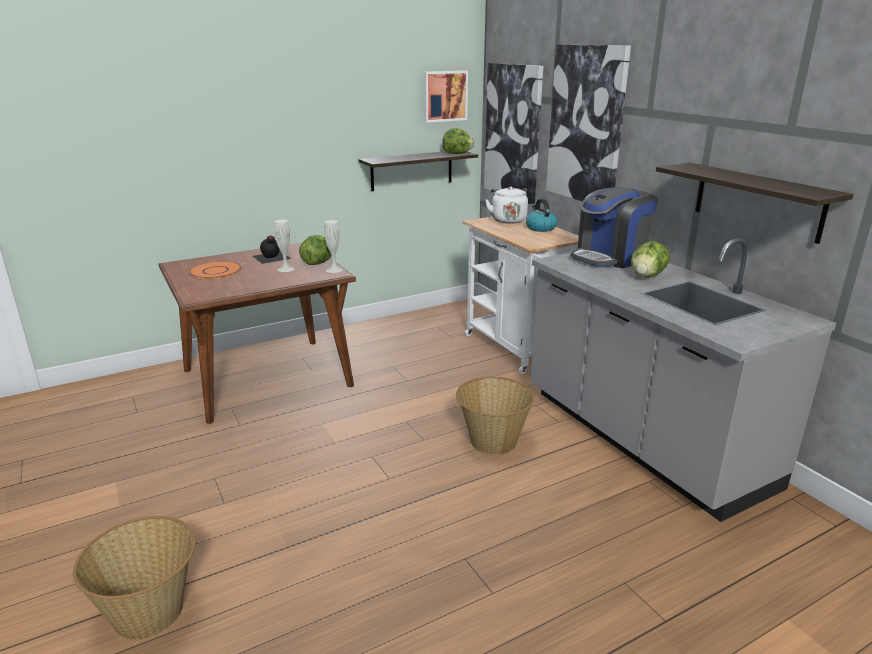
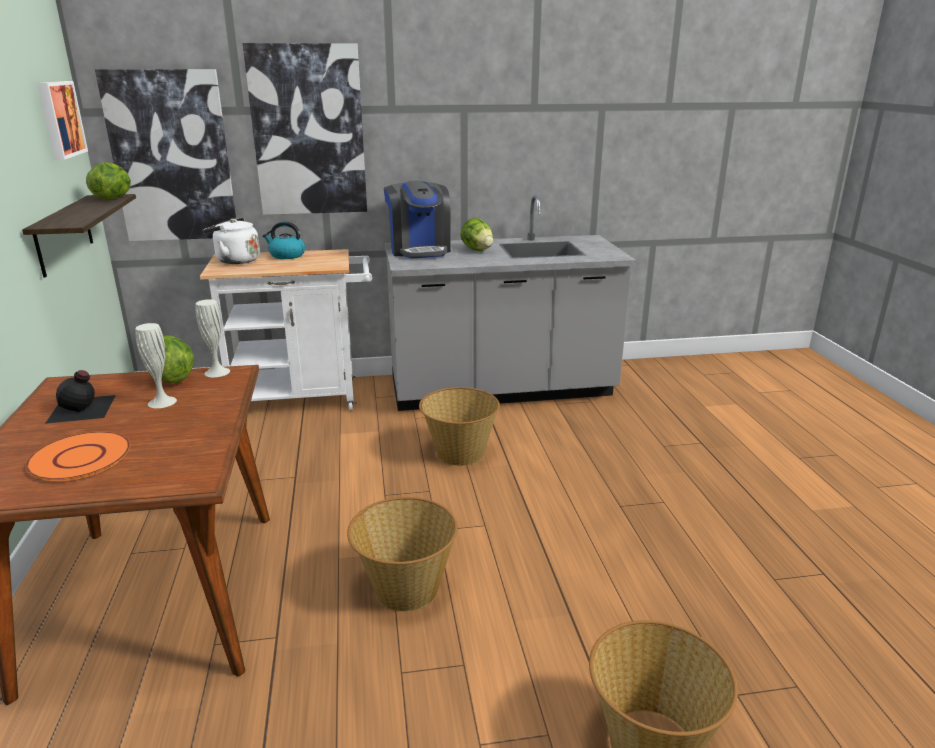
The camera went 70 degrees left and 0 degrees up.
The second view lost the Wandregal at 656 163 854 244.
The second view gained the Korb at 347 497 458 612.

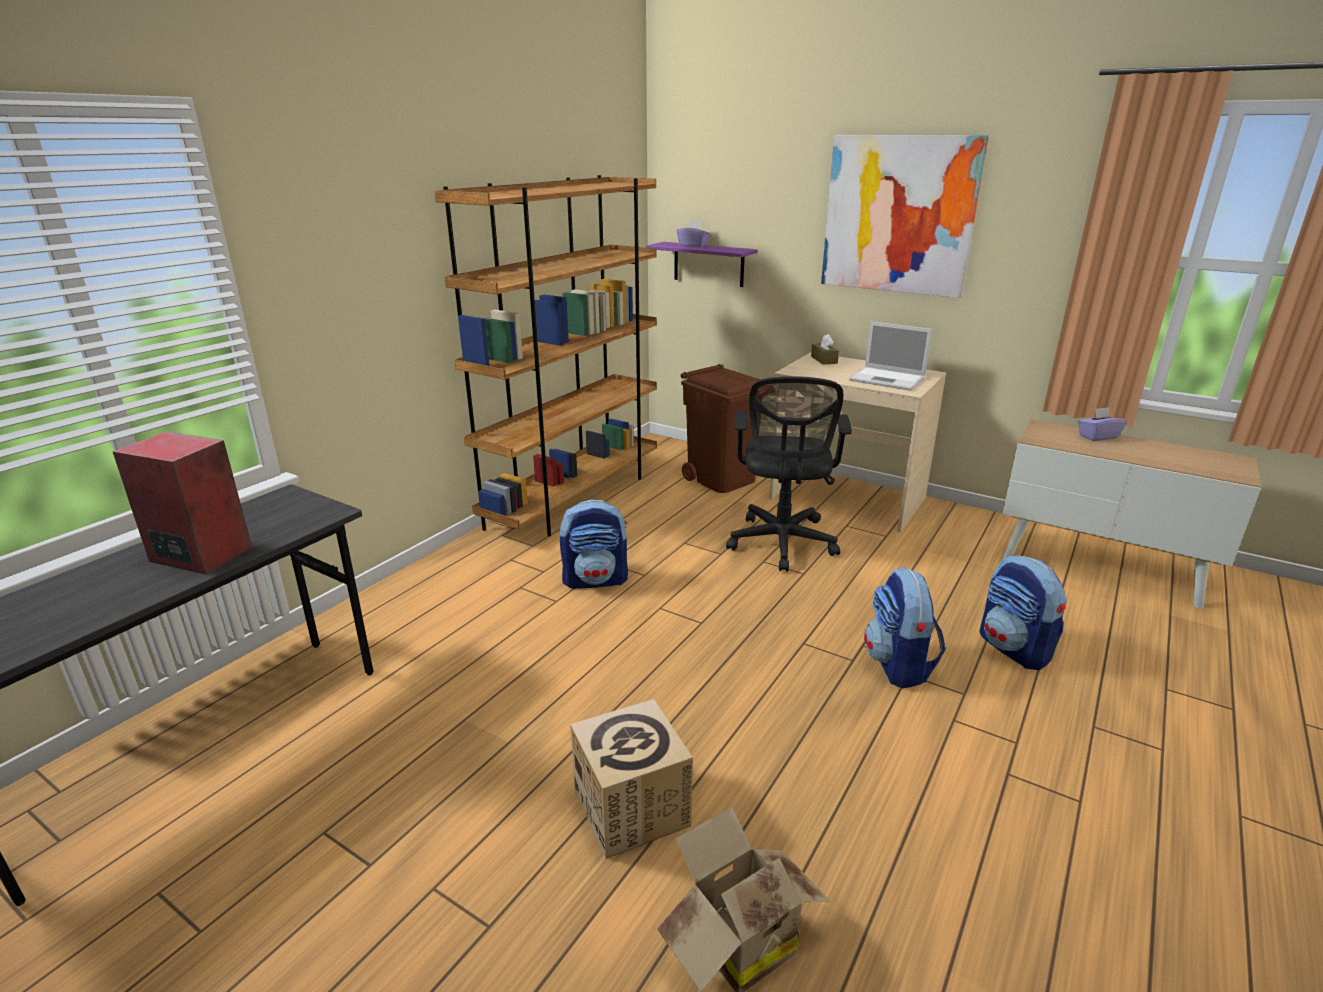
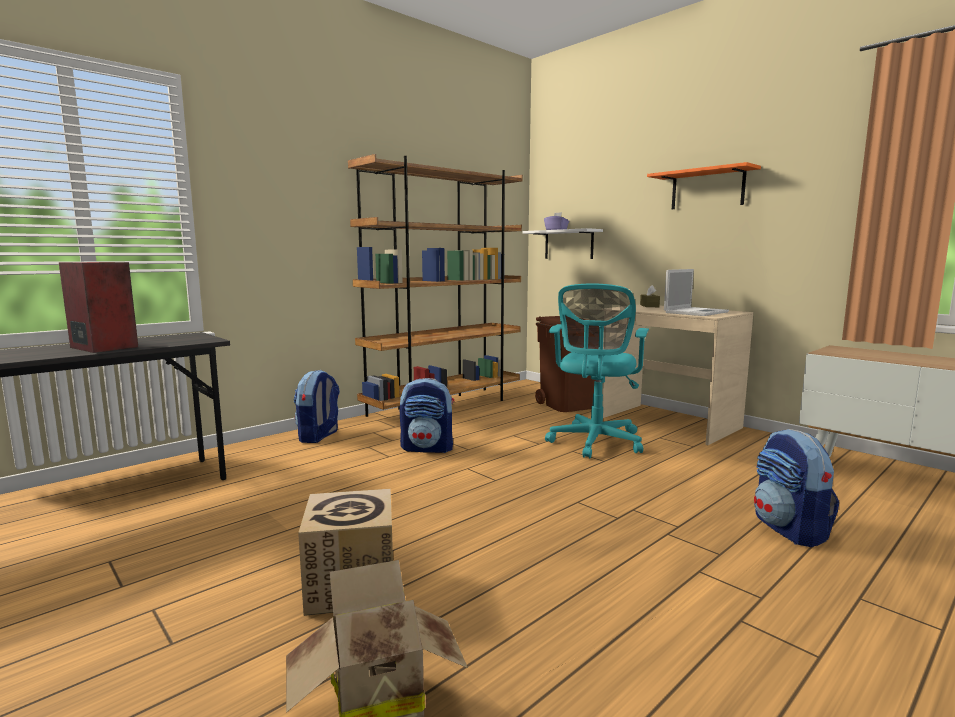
The camera went 15 degrees right and 15 degrees down.
What was the Wandregal [lila] at 646 242 758 287 turned into the Wandregal [weiß] at 522 228 603 259.
What was the Bürostuhl [schwarz] at 726 376 852 572 turned into the Bürostuhl [türkis] at 545 283 649 458.
Where the Bild hung at 821 135 989 298, the Wandregal [orange] came to hang at 647 162 761 209.
The Laptop at 849 322 932 391 ended up facing another way, 90 degrees counterclockwise from before.
The Rucksack ended up elsewhere, having gone from 864 567 946 688 to 293 370 340 443.
The second view lost the Taschentuchbox [lila] at 1078 407 1127 441.

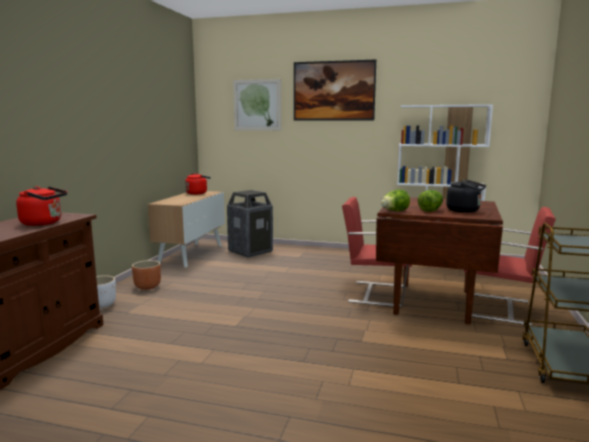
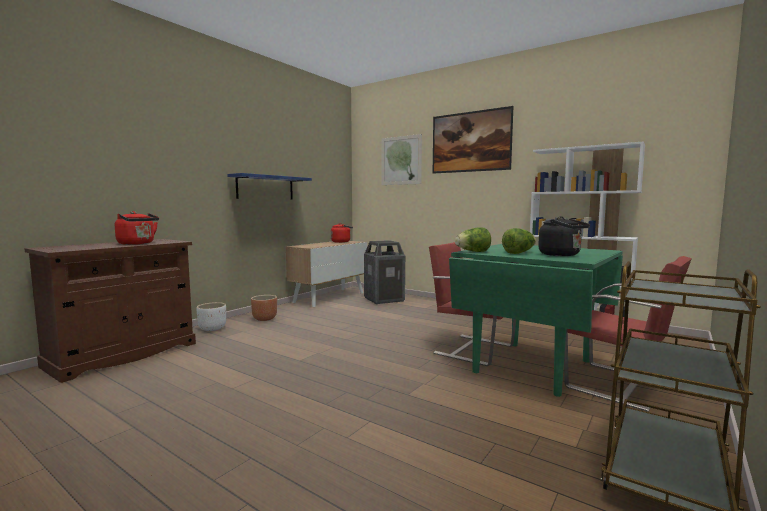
The camera went 20 degrees right and 5 degrees down.
What was the Esstisch [braun] at 376 197 503 324 turned into the Esstisch [grün] at 449 244 623 397.
The second view gained the Wandregal [blau] at 227 173 312 200.

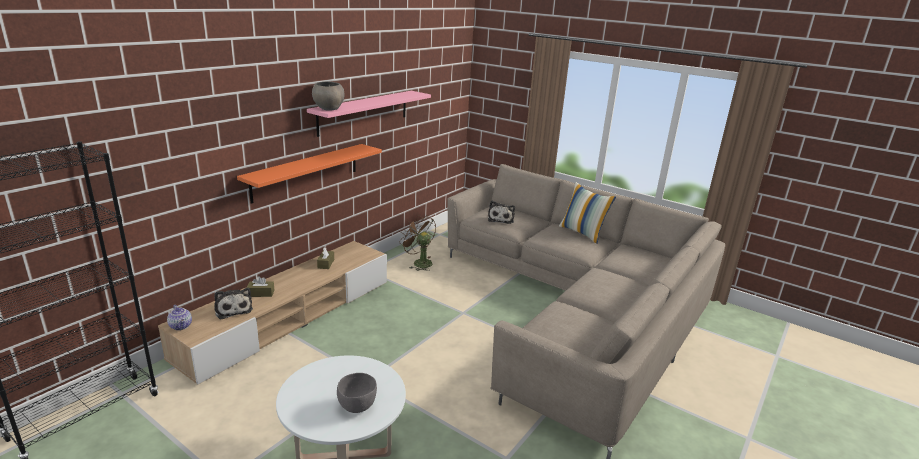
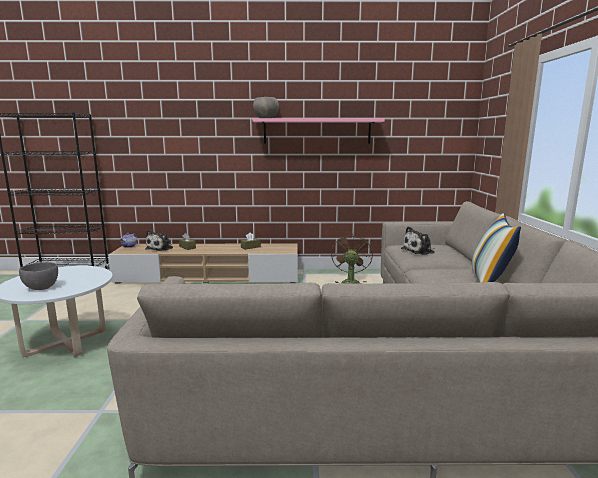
The camera went 55 degrees right and 10 degrees down.
The second view lost the Wandregal [orange] at 237 144 382 204.

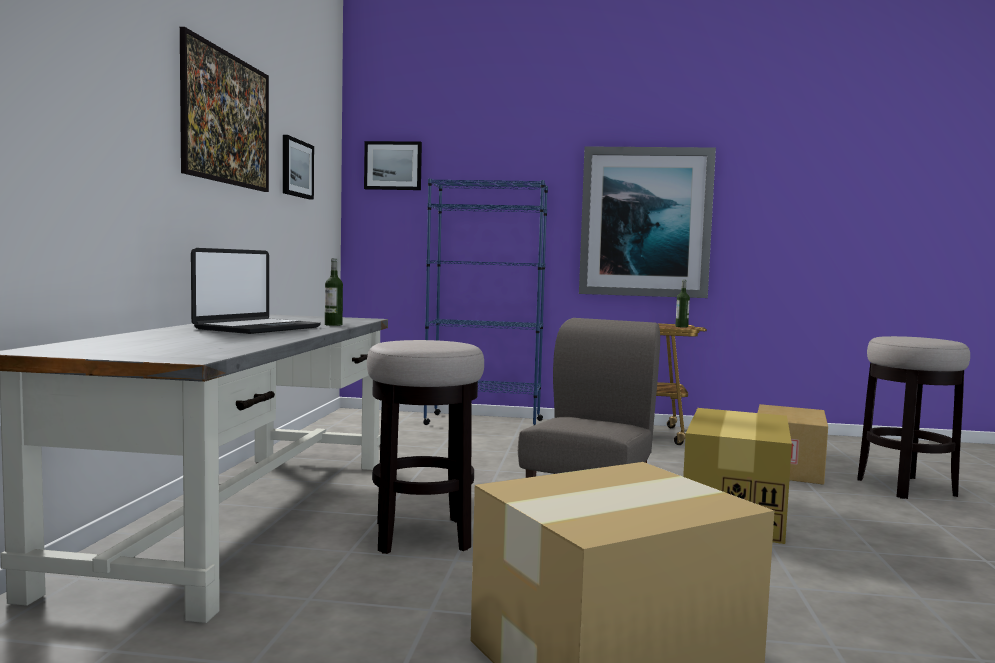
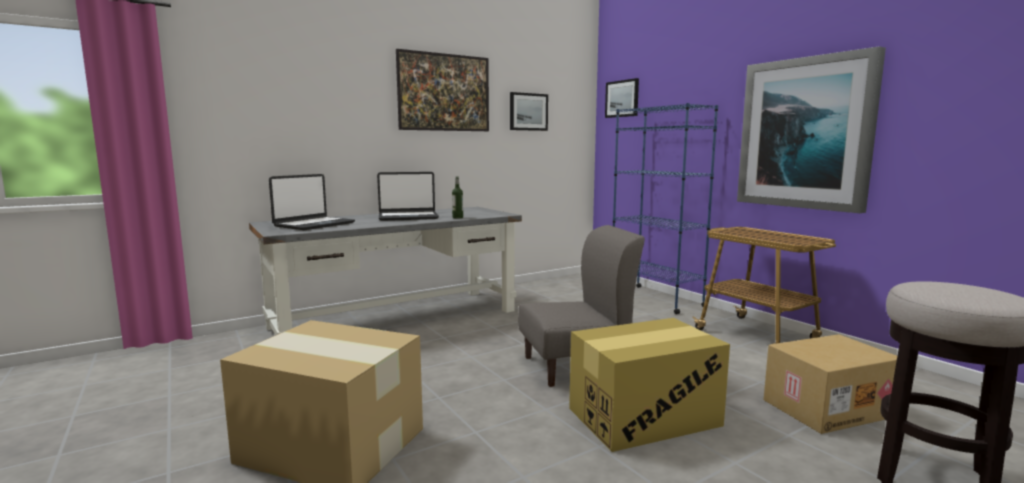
The camera went 50 degrees right and 5 degrees up.
The second view lost the Hocker at 367 340 484 554.
The second view lost the Flasche at 675 280 690 328.
The second view gained the Laptop at 269 174 355 230.

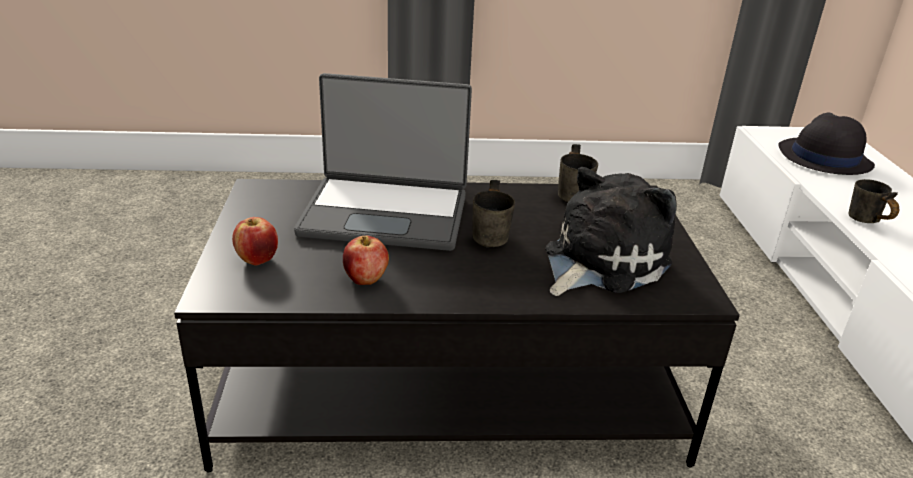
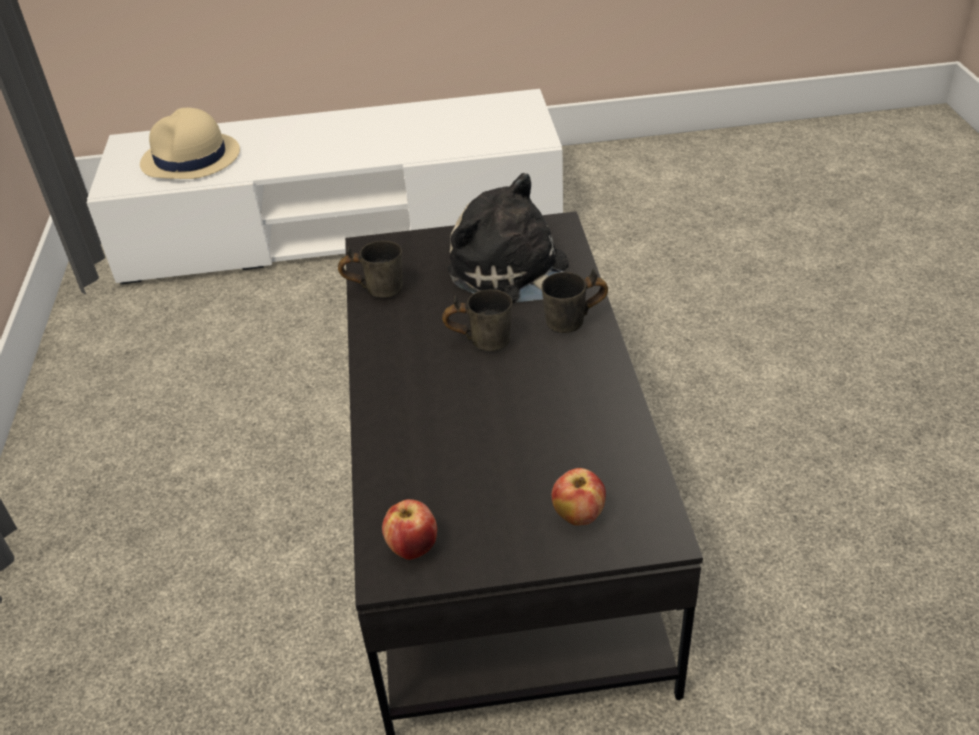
The camera went 90 degrees left and 10 degrees up.
The second view lost the Laptop at 294 73 472 251.
The Apfel ended up elsewhere, having gone from 343 236 389 285 to 382 499 437 560.
What was the Hut [schwarz] at 778 113 875 175 turned into the Hut [beige] at 140 108 240 179.
The Henkelbecher [grau] ended up elsewhere, having gone from 848 179 899 223 to 541 269 608 333.

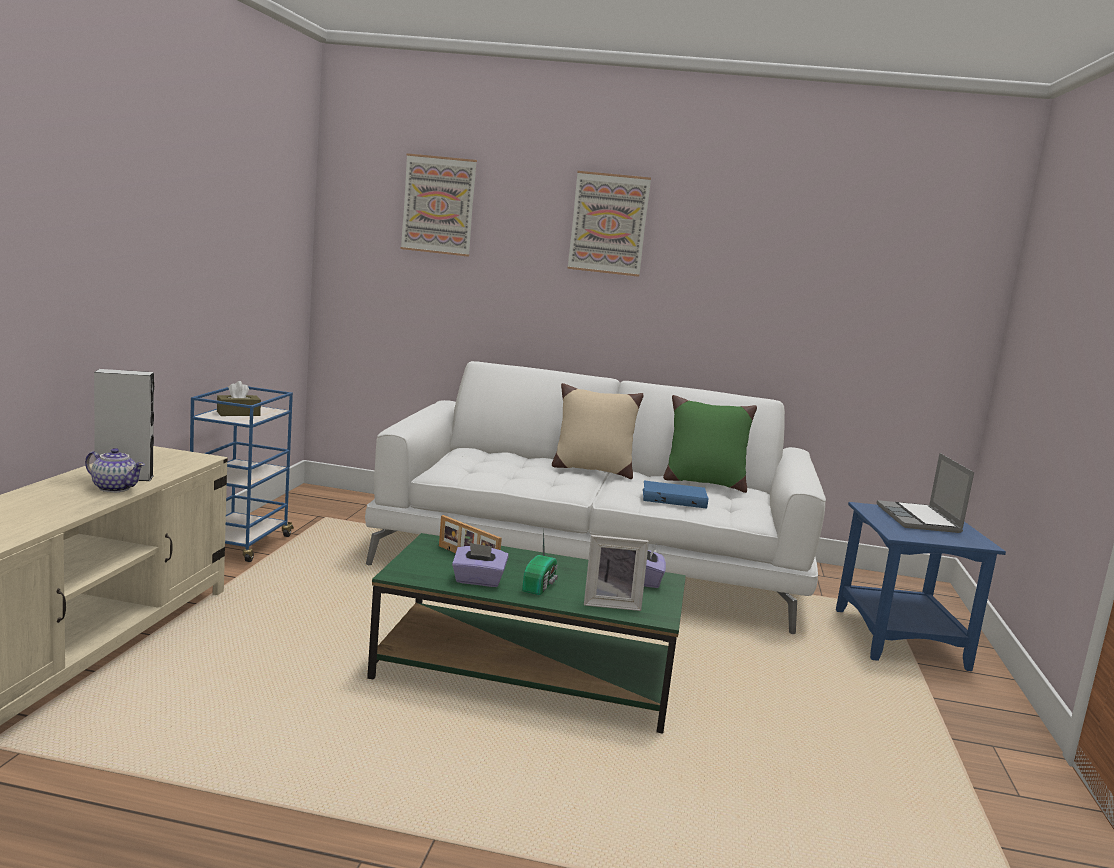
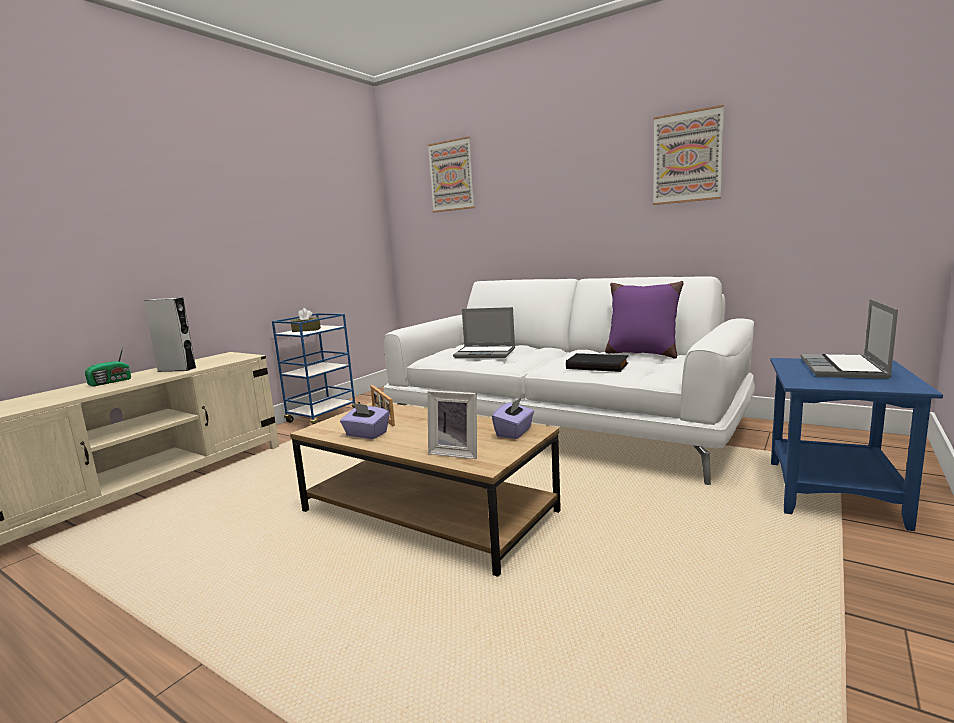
The camera went 25 degrees right and 0 degrees up.
The second view lost the Teekanne at 85 448 145 492.
What was the Couchtisch [grün] at 367 533 686 734 turned into the Couchtisch [braun] at 290 402 561 577.
The Radio ended up elsewhere, having gone from 522 529 558 595 to 85 344 131 387.
The second view lost the Kissen [beige] at 552 383 644 479.
The Bild ended up elsewhere, having gone from 567 171 651 277 to 653 105 724 205.
What was the Buch [blau] at 643 480 708 509 turned into the Buch [schwarz] at 566 353 628 372.
What was the Kissen [grün] at 663 395 757 493 turned into the Kissen [lila] at 605 281 683 359.
The second view gained the Laptop at 453 307 515 358.

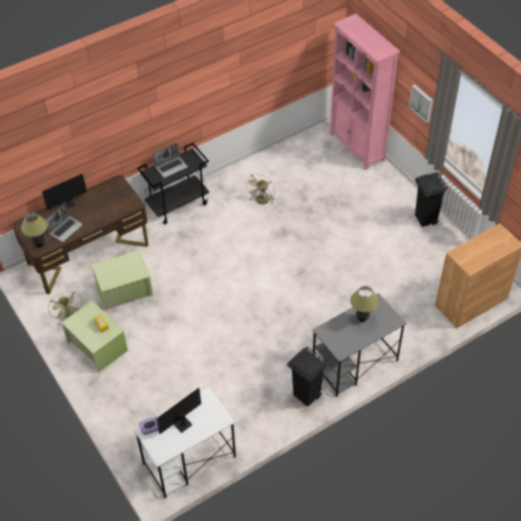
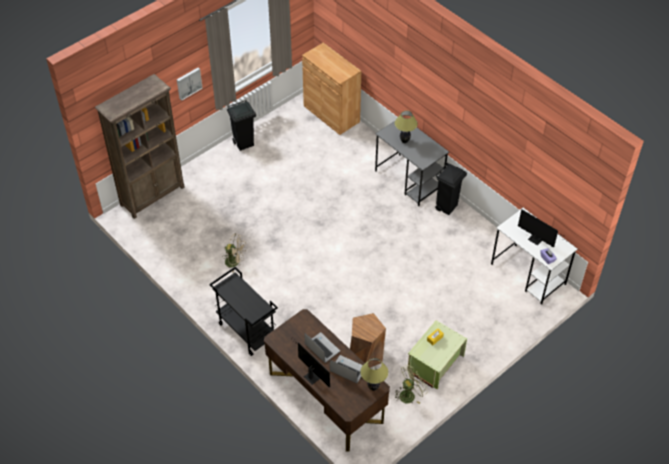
The camera went 100 degrees left and 0 degrees up.
Where the Aufbewahrungsbox [grün] stood at 91 250 153 311, the Hocker [braun] came to stand at 350 313 386 368.
The Laptop ended up elsewhere, having gone from 153 143 188 178 to 304 332 340 363.
What was the Bücherregal [rosa] at 330 14 400 170 turned into the Bücherregal [braun] at 95 74 185 219.

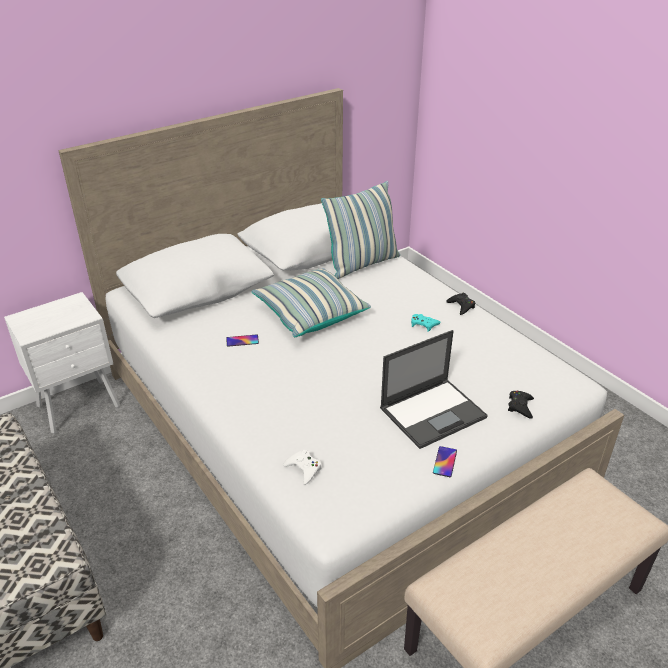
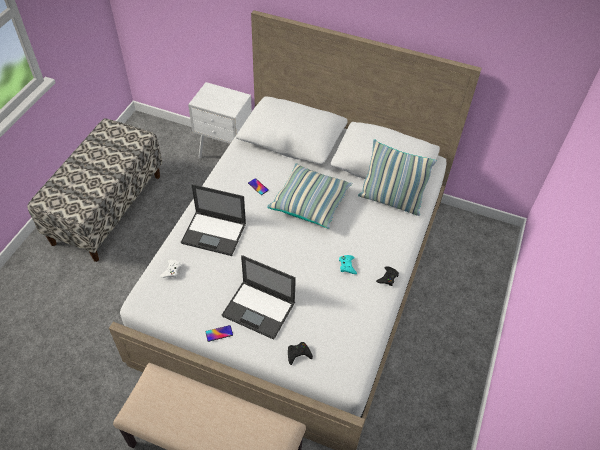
The camera went 55 degrees right and 15 degrees up.
The second view gained the Laptop at 181 184 246 256.

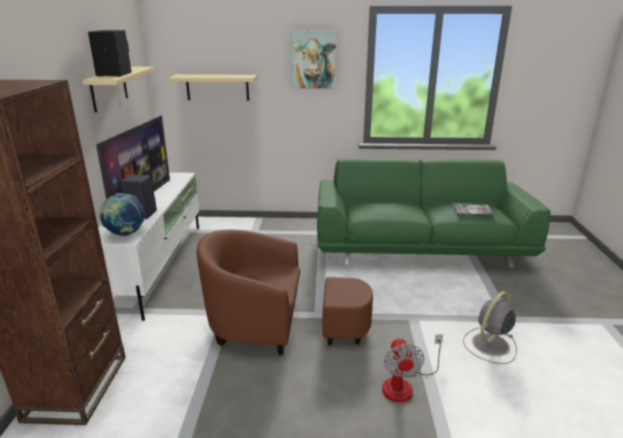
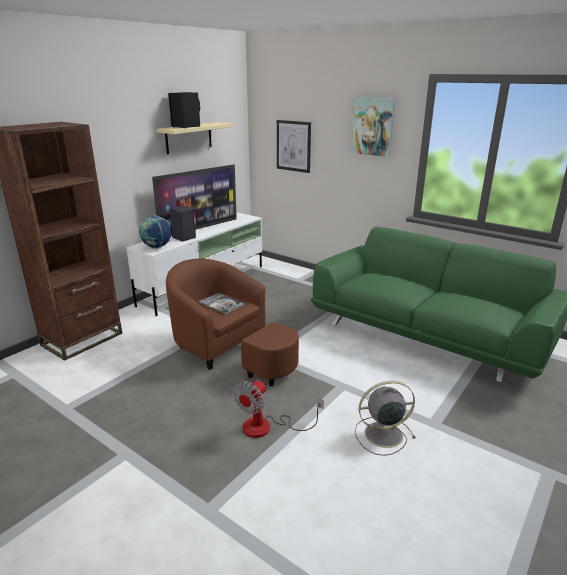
The camera went 35 degrees right and 0 degrees up.
Where the Wandregal [beige] hung at 168 74 257 101, the Bild came to hang at 277 120 311 173.
The Buch ended up elsewhere, having gone from 452 203 494 217 to 199 293 244 315.

